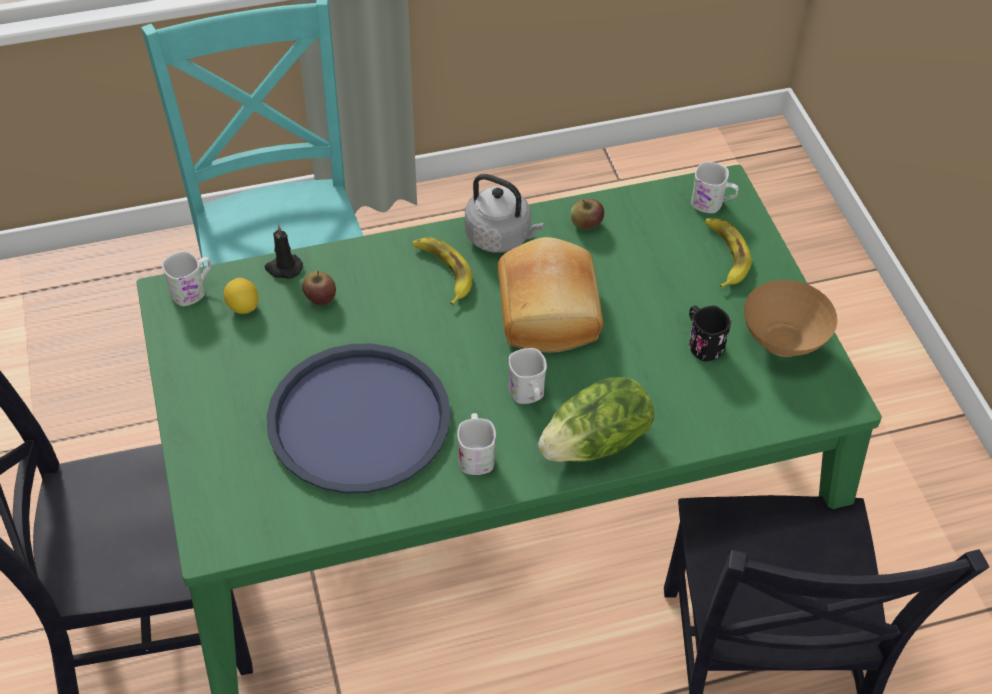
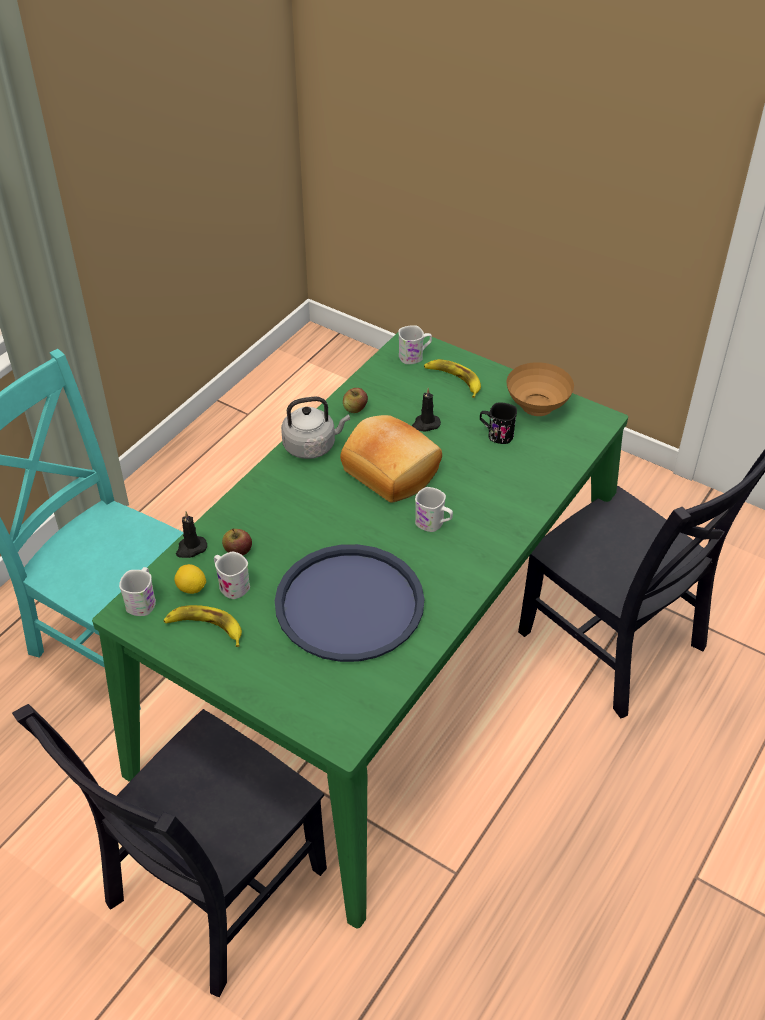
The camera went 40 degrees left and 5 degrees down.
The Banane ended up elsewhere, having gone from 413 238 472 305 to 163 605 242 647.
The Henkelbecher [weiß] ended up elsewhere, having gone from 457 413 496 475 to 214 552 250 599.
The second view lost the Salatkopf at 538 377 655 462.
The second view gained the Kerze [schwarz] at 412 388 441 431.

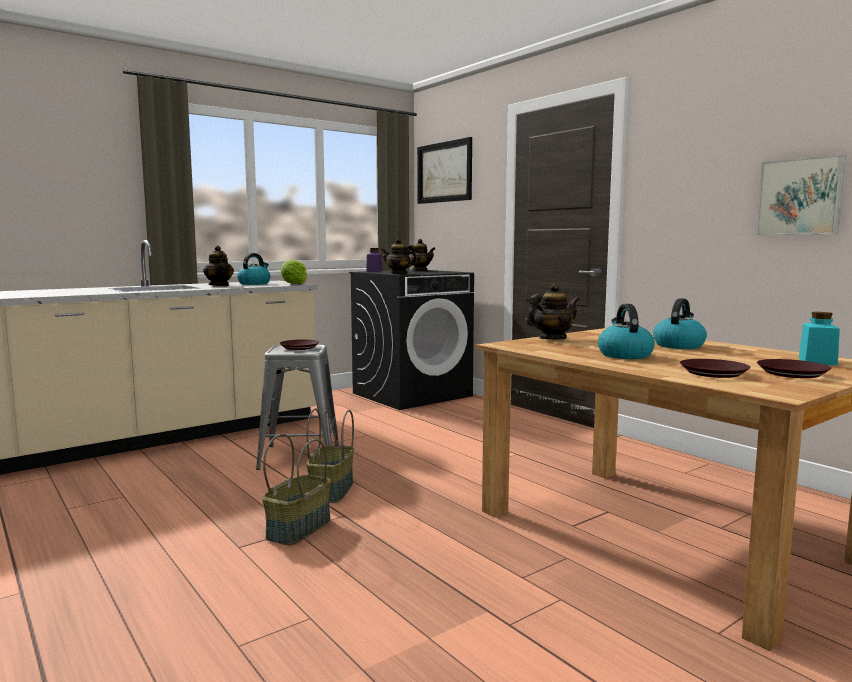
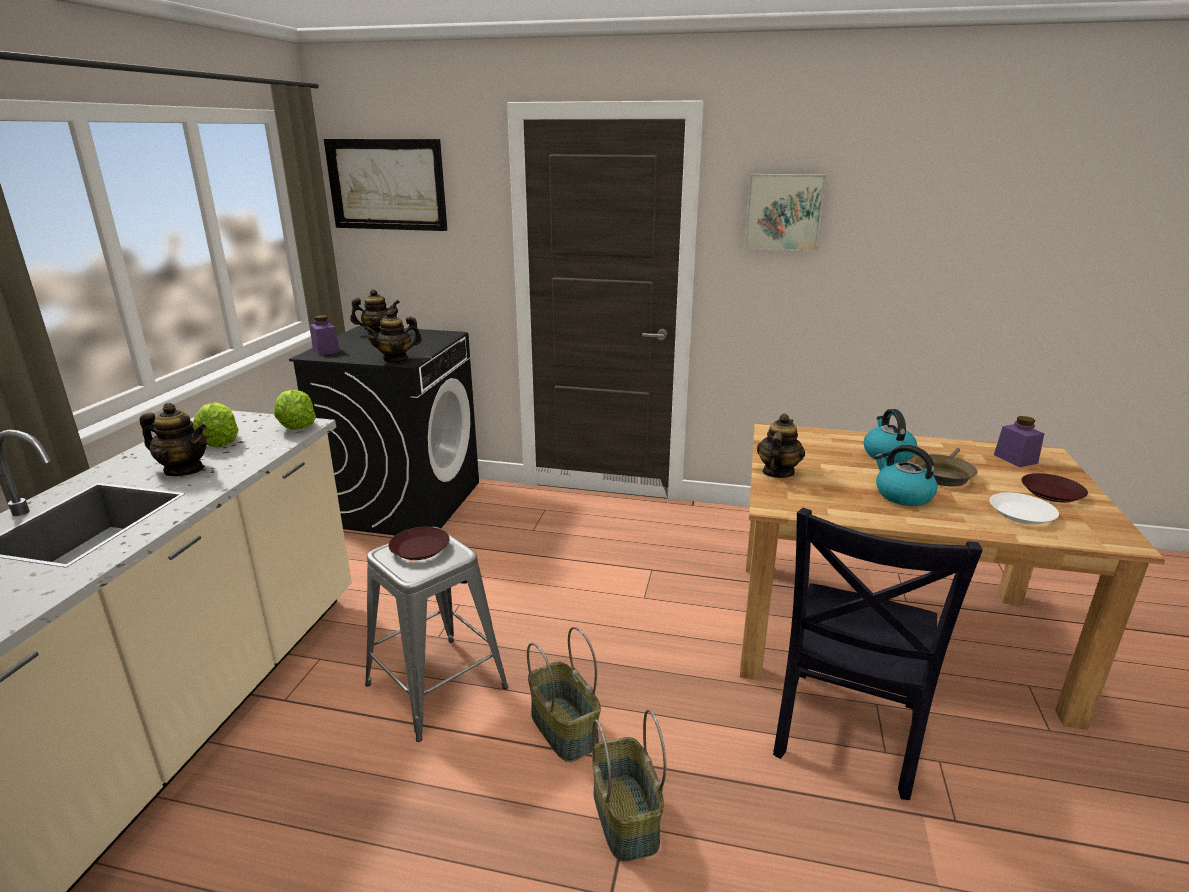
The camera went 40 degrees left and 15 degrees up.
Where the Wasserkessel stood at 237 253 270 285, the Salatkopf came to stand at 193 402 239 447.
What was the Teller [braun] at 680 359 751 378 turned into the Teller [weiß] at 990 492 1059 525.
The Bild ended up elsewhere, having gone from 756 155 846 235 to 744 174 826 251.
What was the Vorratsglas [türkis] at 799 312 840 366 turned into the Vorratsglas [lila] at 994 416 1044 467.
The second view gained the Stuhl [schwarz] at 773 508 983 800.
The second view gained the Pfanne [braun] at 915 448 978 487.

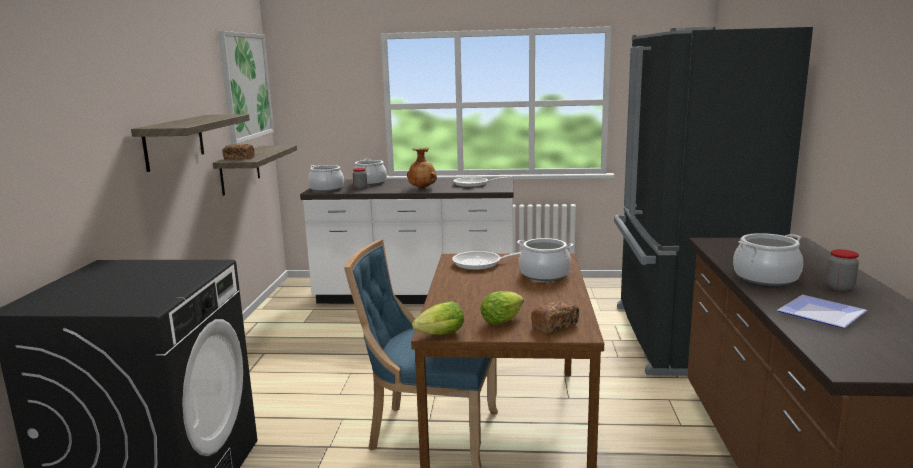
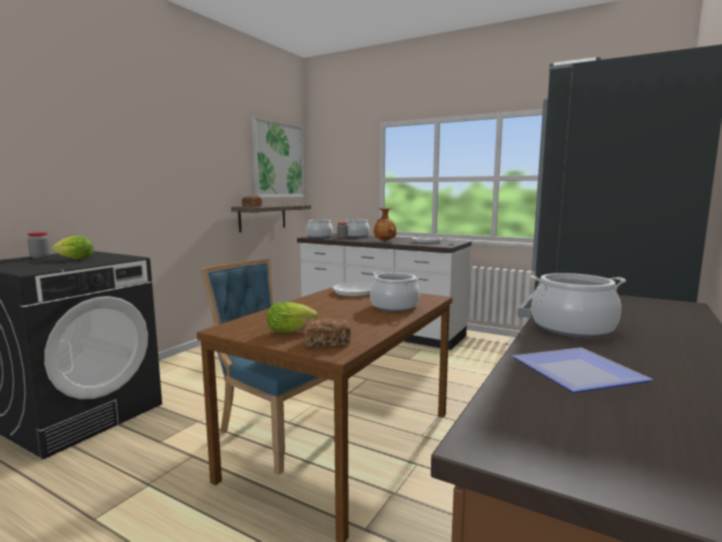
The camera went 25 degrees right and 5 degrees down.
The second view lost the Wandregal at 131 114 250 172.
The Salatkopf ended up elsewhere, having gone from 412 301 464 335 to 52 236 94 259.
The Vorratsglas ended up elsewhere, having gone from 826 249 859 291 to 27 232 50 259.

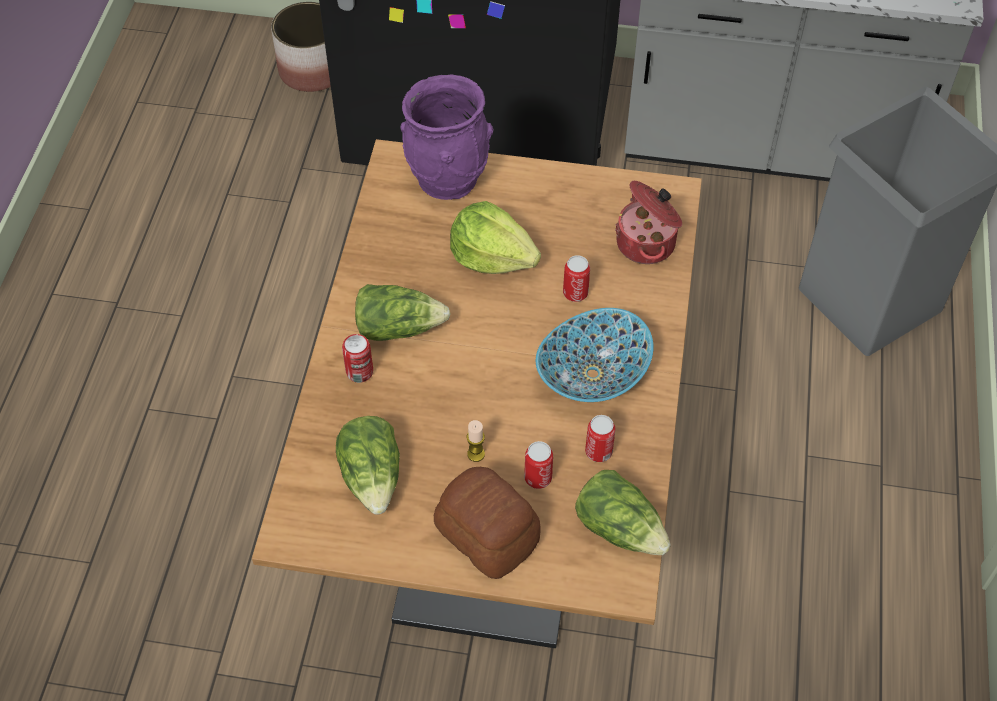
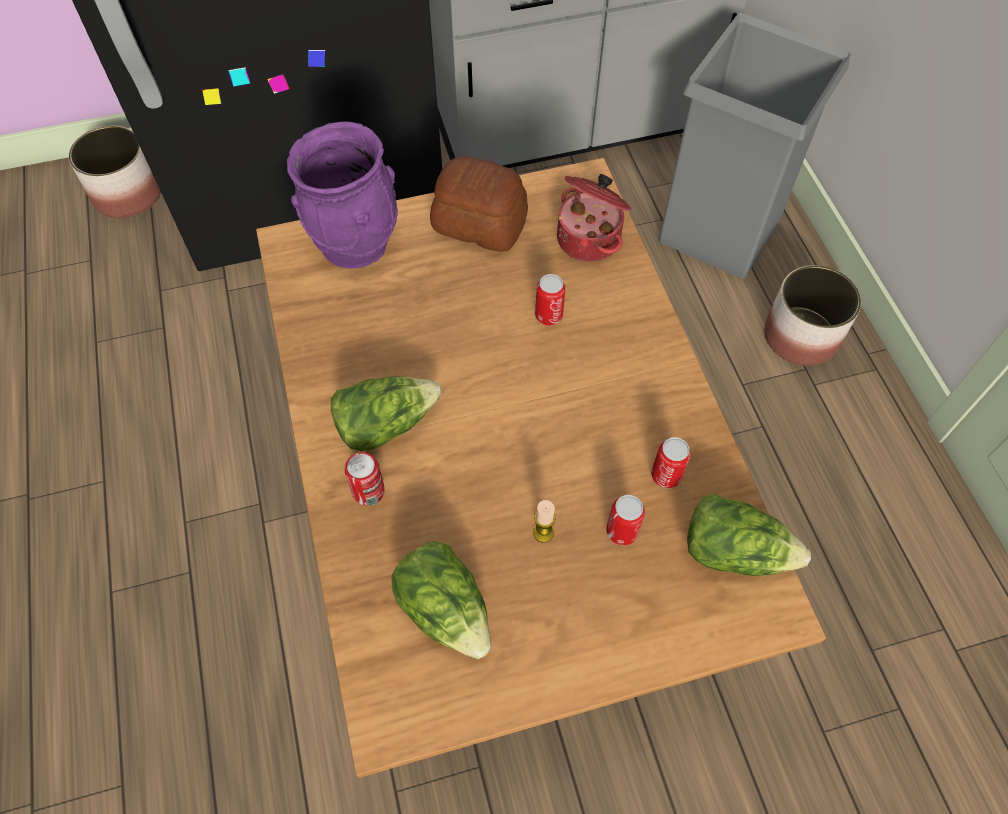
The camera went 25 degrees left and 5 degrees up.
The Brot ended up elsewhere, having gone from 434 467 541 579 to 430 156 528 252.
The second view lost the Salatkopf at 450 201 541 274.
The second view lost the Schüssel at 536 308 653 402.
The second view gained the Pflanzkübel at 764 265 861 366.

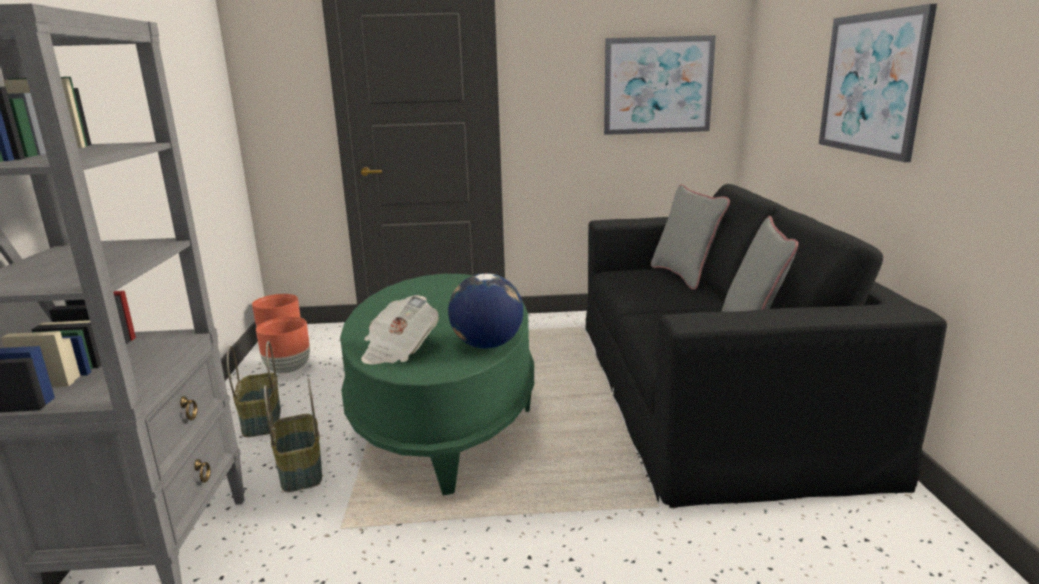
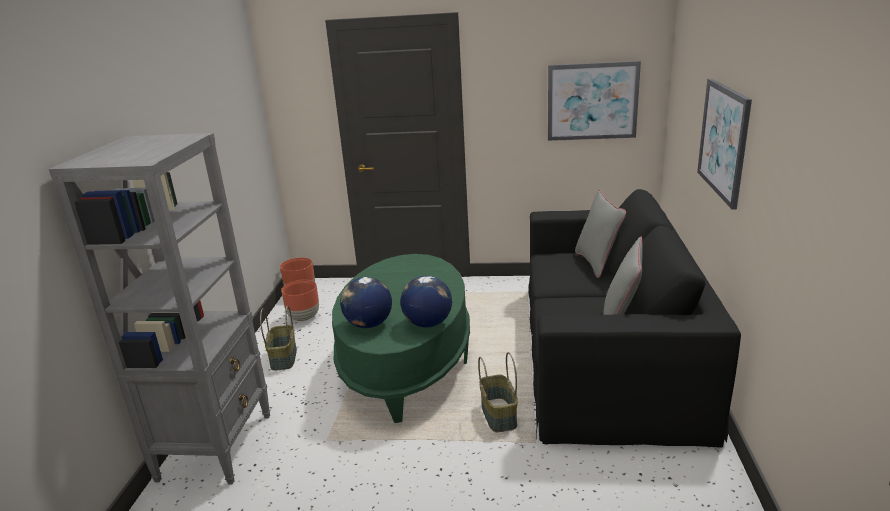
The camera went 10 degrees right and 5 degrees up.
The Korb ended up elsewhere, having gone from 264 378 322 492 to 478 352 518 433.
Where the Zeitung stood at 361 295 439 364, the Globus came to stand at 340 277 392 328.

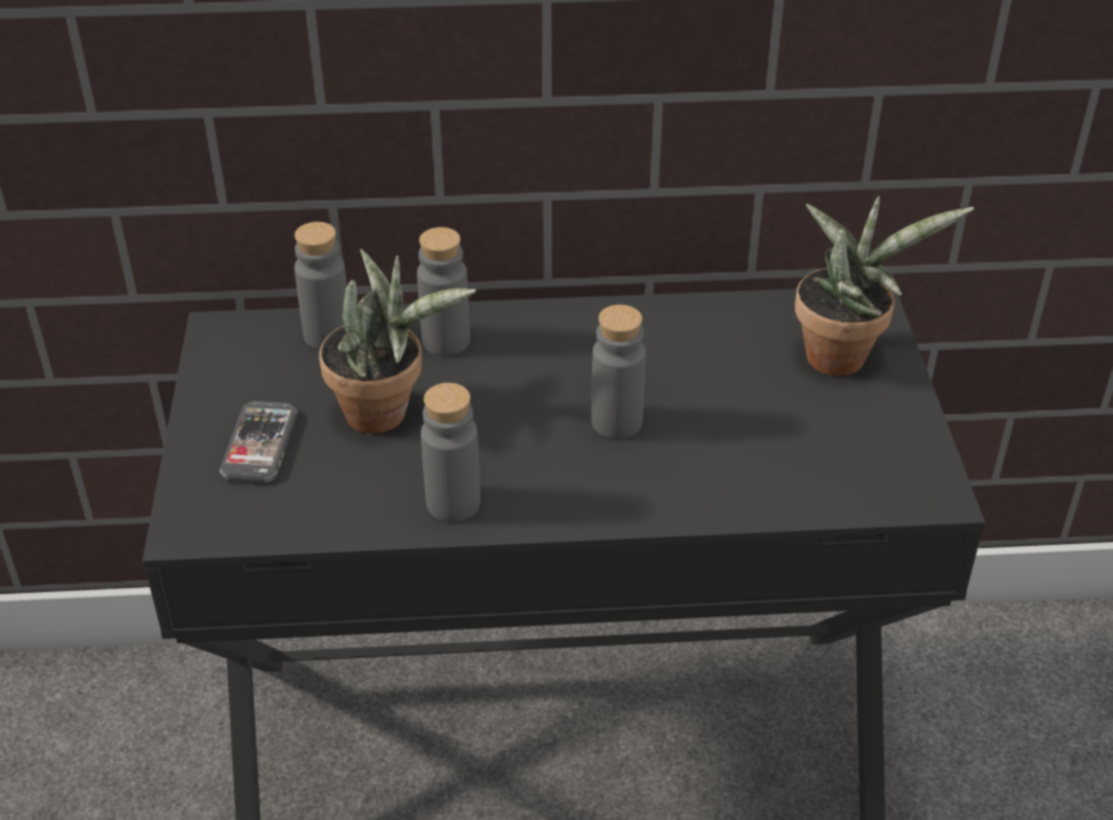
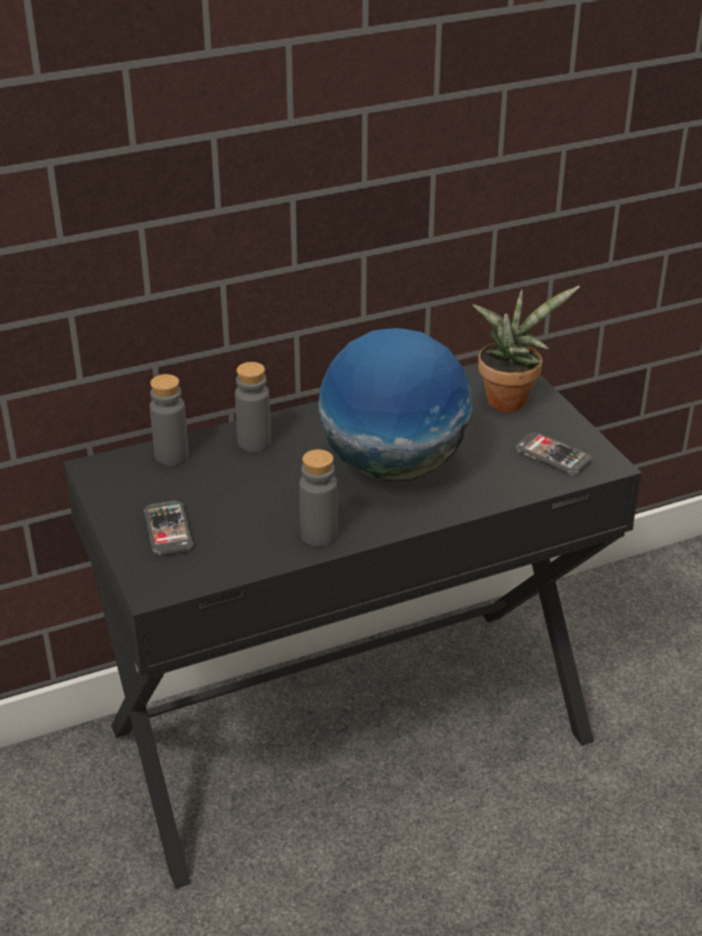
The camera went 20 degrees left and 5 degrees down.
The second view lost the Topfpflanze at 319 249 476 434.
Where the Flasche [grau] stood at 591 305 646 439, the Globus came to stand at 318 328 472 481.
The second view gained the Handy at 516 432 592 475.

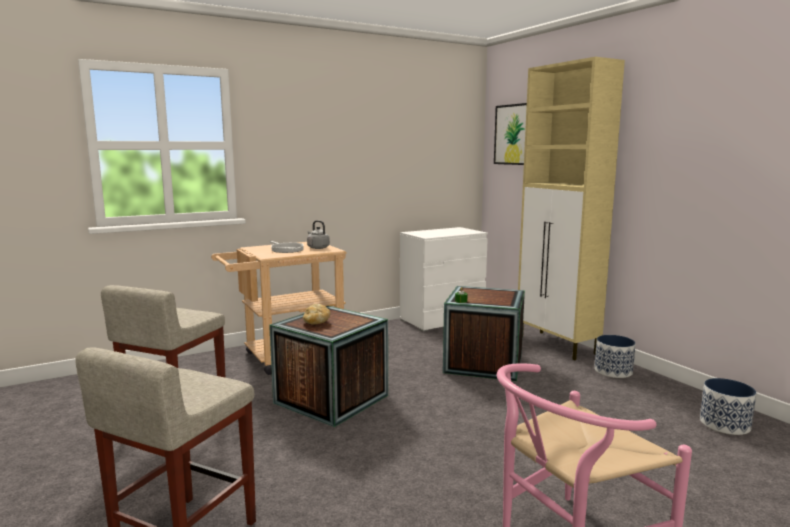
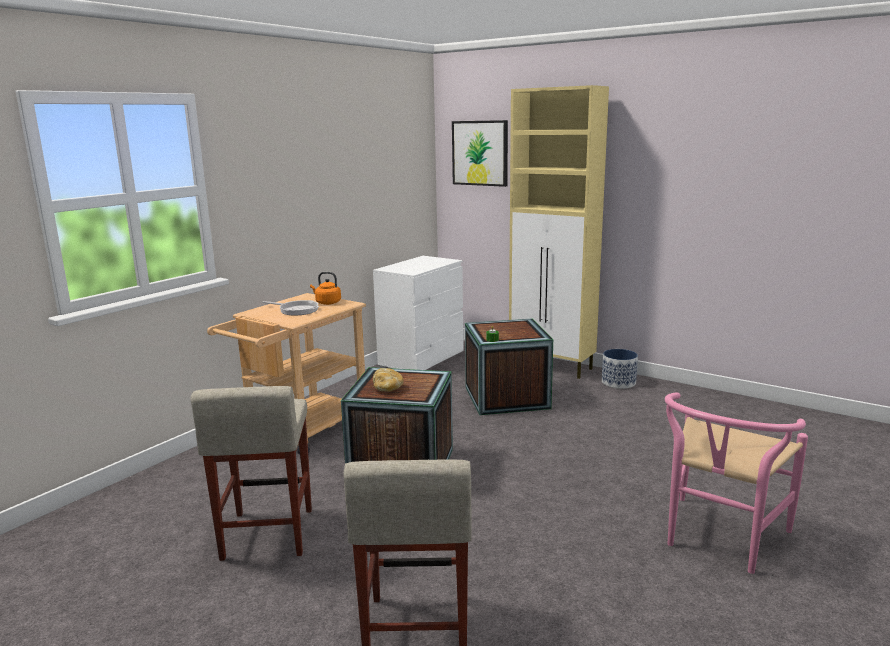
The camera went 25 degrees left and 5 degrees up.
What was the Wasserkessel [grau] at 307 220 330 249 turned into the Wasserkessel [orange] at 310 272 341 305.
The second view lost the Pflanzkübel at 700 378 756 435.

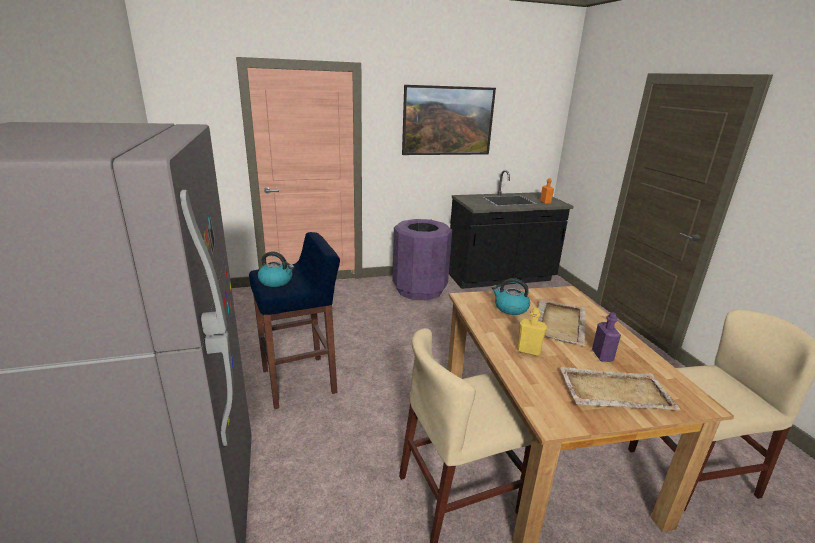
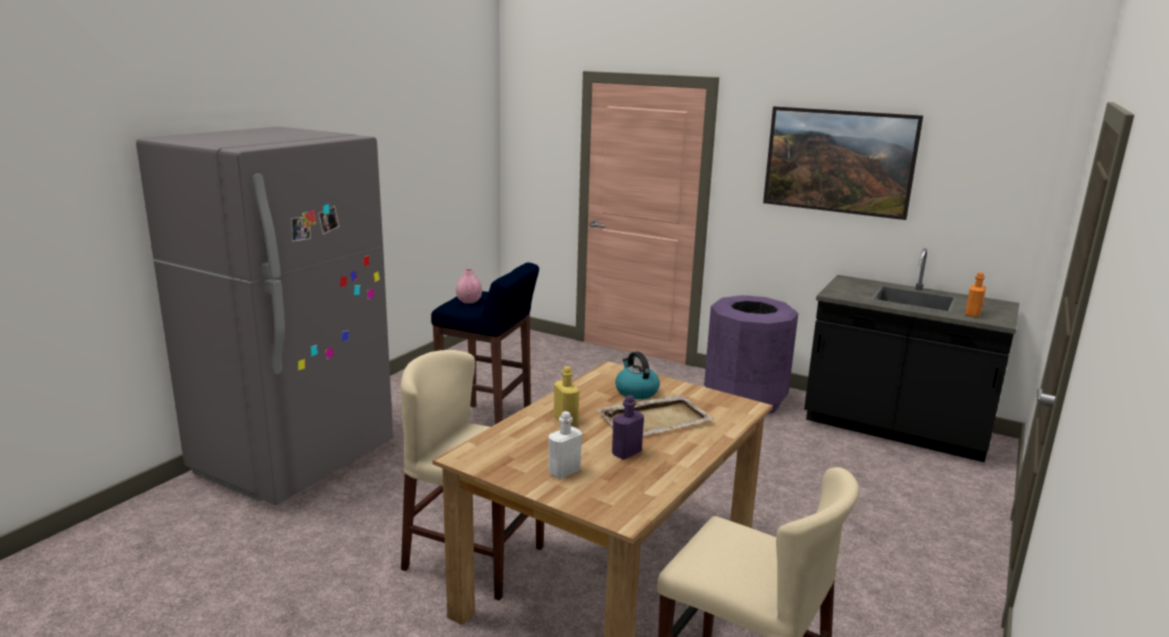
The camera went 45 degrees right and 5 degrees down.
Where the Wasserkessel stood at 258 251 294 287, the Vase [rosa] came to stand at 456 269 482 304.
Where the Tablett [beige] stood at 560 367 681 410, the Flasche [weiß] came to stand at 548 411 582 479.

